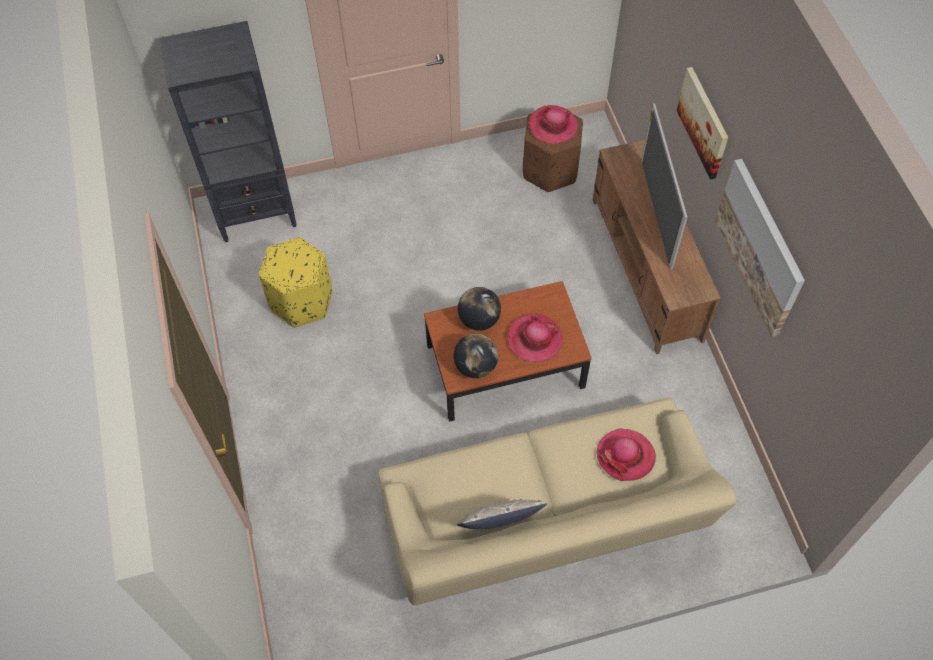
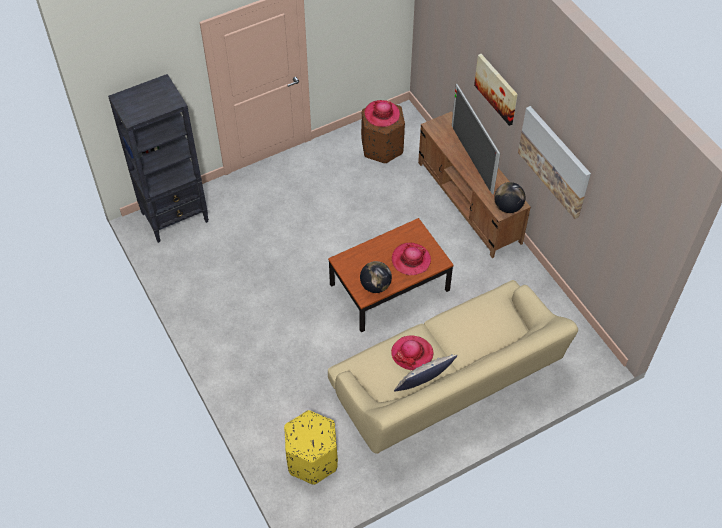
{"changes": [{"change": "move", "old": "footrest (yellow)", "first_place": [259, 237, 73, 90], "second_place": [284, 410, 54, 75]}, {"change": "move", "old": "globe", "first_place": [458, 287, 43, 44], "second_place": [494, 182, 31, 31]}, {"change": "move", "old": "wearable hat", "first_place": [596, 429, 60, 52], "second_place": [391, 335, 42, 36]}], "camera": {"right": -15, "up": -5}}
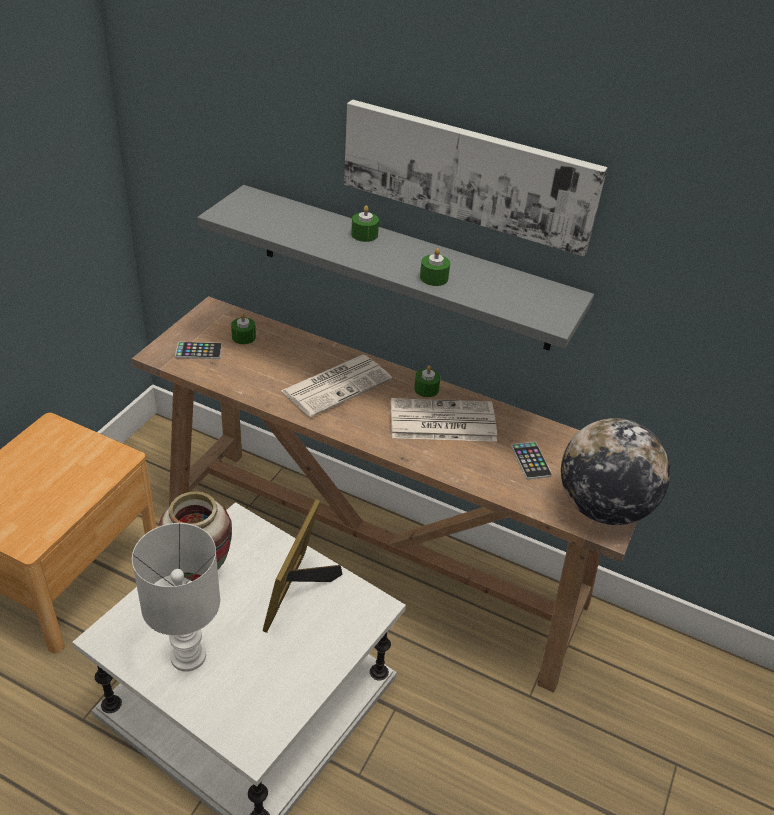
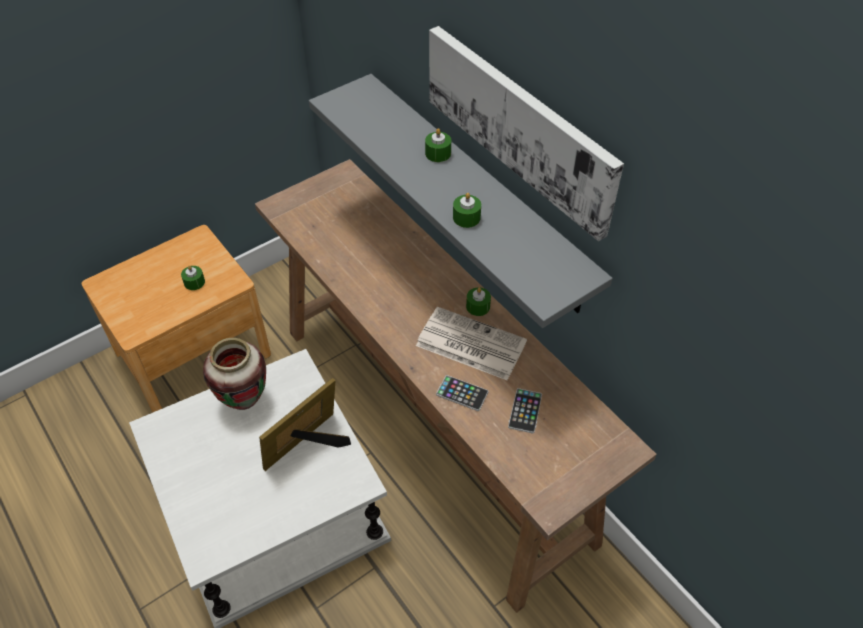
{"changes": [{"change": "delete", "old": "table lamp (white-coloured)", "first_place": [132, 523, 88, 149]}, {"change": "delete", "old": "newspaper", "first_place": [281, 355, 111, 62]}, {"change": "delete", "old": "globe", "first_place": [561, 418, 109, 107]}, {"change": "move", "old": "handset", "first_place": [175, 342, 47, 17], "second_place": [436, 375, 53, 36]}, {"change": "move", "old": "candle (green-coloured)", "first_place": [231, 314, 25, 30], "second_place": [181, 265, 24, 25]}], "camera": {"right": 30, "up": 10}}
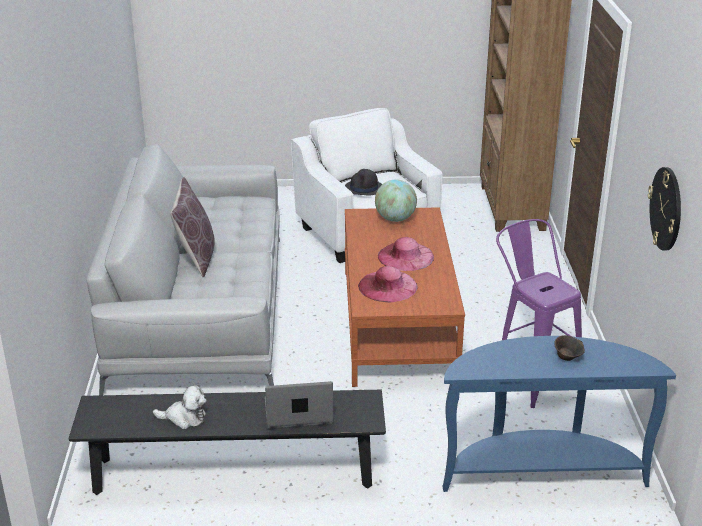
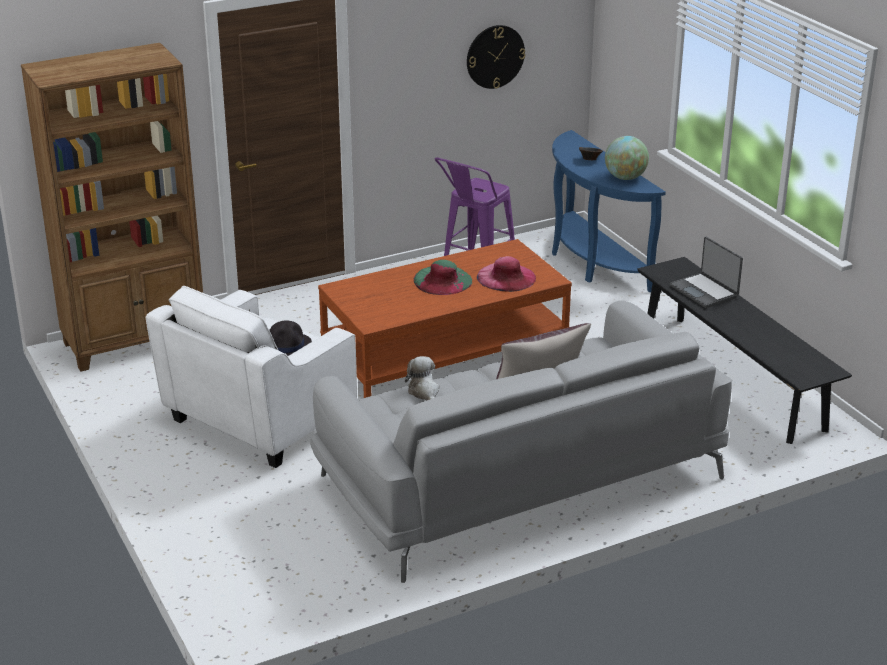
{"changes": [{"change": "move", "old": "plush toy", "first_place": [153, 385, 54, 44], "second_place": [405, 356, 35, 44]}, {"change": "move", "old": "globe", "first_place": [375, 179, 42, 43], "second_place": [605, 136, 44, 44]}, {"change": "recolor", "old": "wearable hat (pink-coloured)", "new": "wearable hat (green-coloured)", "first_place": [378, 237, 56, 34], "second_place": [414, 260, 58, 35]}], "camera": {"right": -115, "up": 0}}
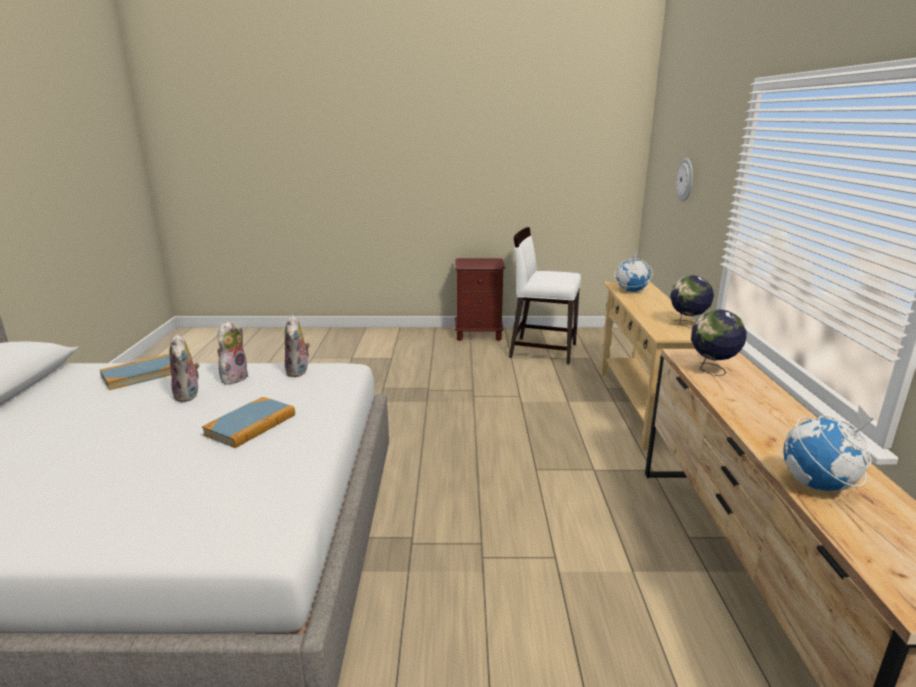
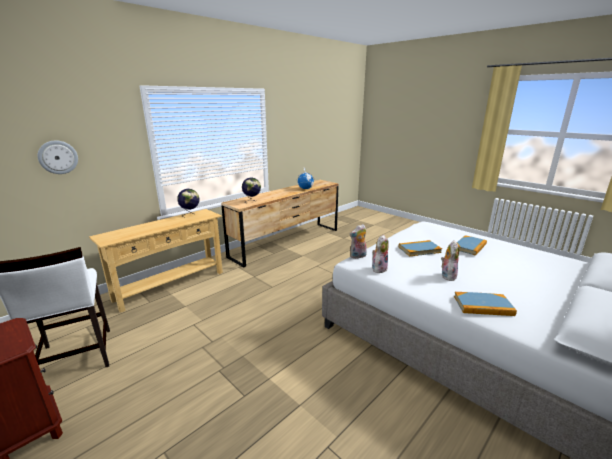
{"changes": [{"change": "delete", "old": "globe", "first_place": [614, 252, 39, 40]}, {"change": "insert", "new": "bound book", "second_place": [457, 235, 30, 21]}, {"change": "move", "old": "plush toy", "first_place": [217, 321, 31, 64], "second_place": [350, 224, 17, 35]}], "camera": {"right": -135, "up": 0}}
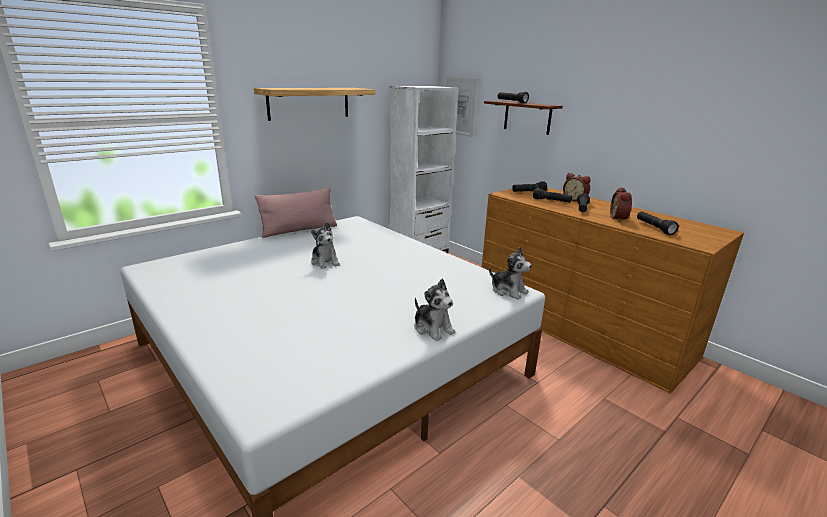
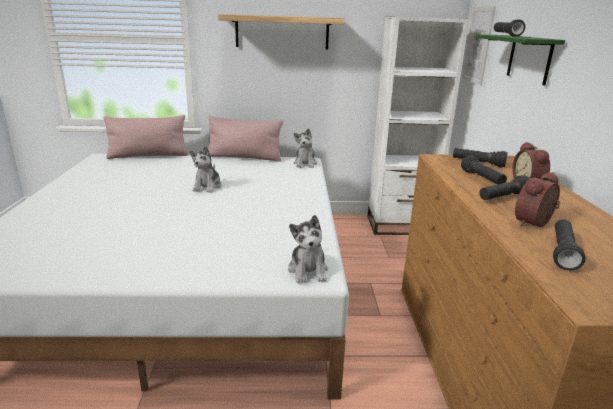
{"changes": [{"change": "insert", "new": "cushion (pink-coloured)", "second_place": [104, 115, 84, 44]}, {"change": "move", "old": "plush toy", "first_place": [415, 279, 41, 62], "second_place": [294, 128, 23, 40]}, {"change": "recolor", "old": "wall shelf (brown-coloured)", "new": "wall shelf (green-coloured)", "first_place": [484, 101, 79, 34], "second_place": [476, 34, 89, 52]}], "camera": {"right": 40, "up": 0}}
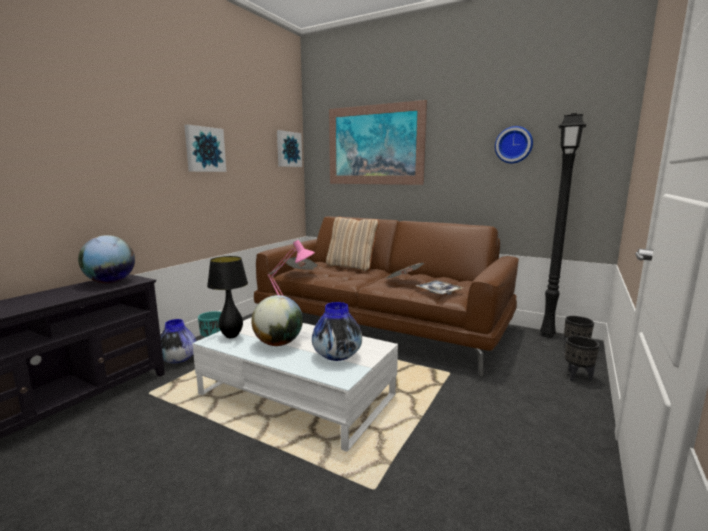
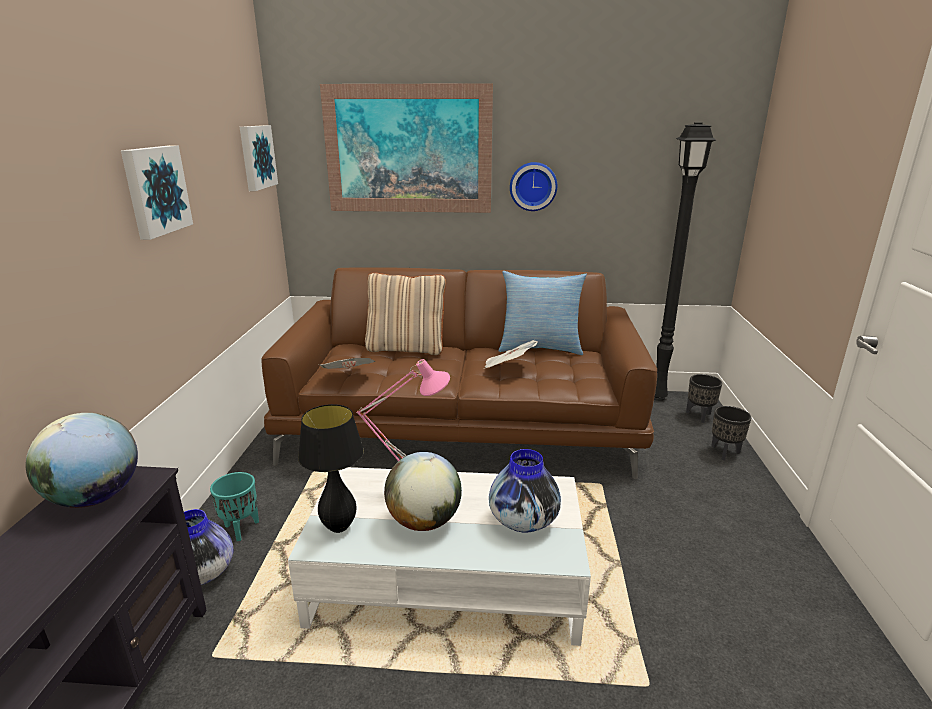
{"changes": [{"change": "delete", "old": "tray", "first_place": [416, 280, 47, 15]}, {"change": "insert", "new": "cushion", "second_place": [499, 271, 88, 84]}, {"change": "move", "old": "clock on the wall", "first_place": [495, 126, 38, 37], "second_place": [510, 162, 47, 49]}], "camera": {"right": -25, "up": 10}}
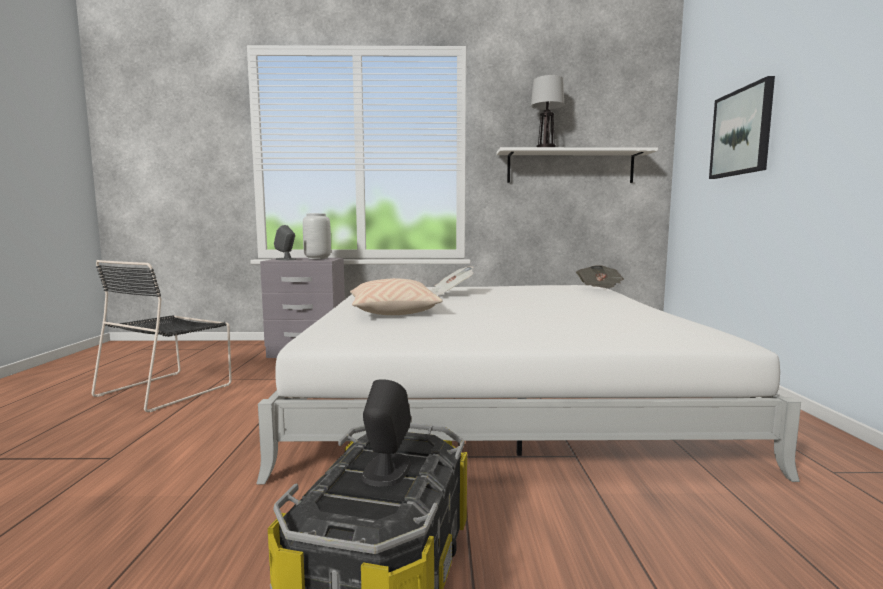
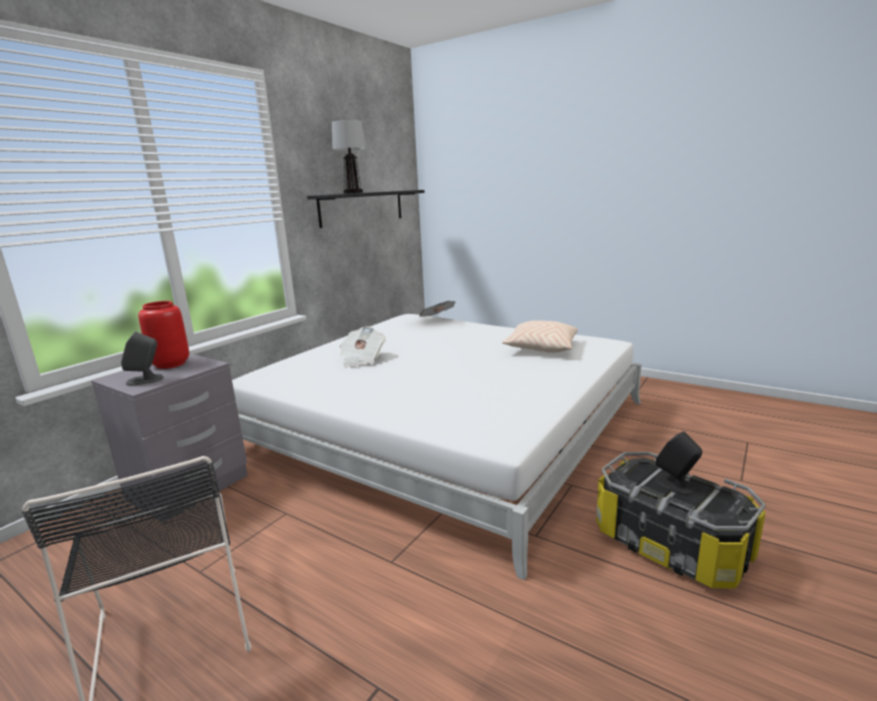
{"changes": [{"change": "delete", "old": "wall picture", "first_place": [709, 76, 66, 103]}, {"change": "move", "old": "cushion (beige)", "first_place": [350, 278, 93, 37], "second_place": [502, 320, 76, 33]}, {"change": "recolor", "old": "decorative vase (grey)", "new": "decorative vase (red)", "first_place": [303, 213, 28, 46], "second_place": [138, 301, 51, 68]}, {"change": "recolor", "old": "wall shelf (white-coloured)", "new": "wall shelf (black-coloured)", "first_place": [496, 147, 162, 36], "second_place": [307, 190, 118, 38]}], "camera": {"right": -55, "up": 10}}
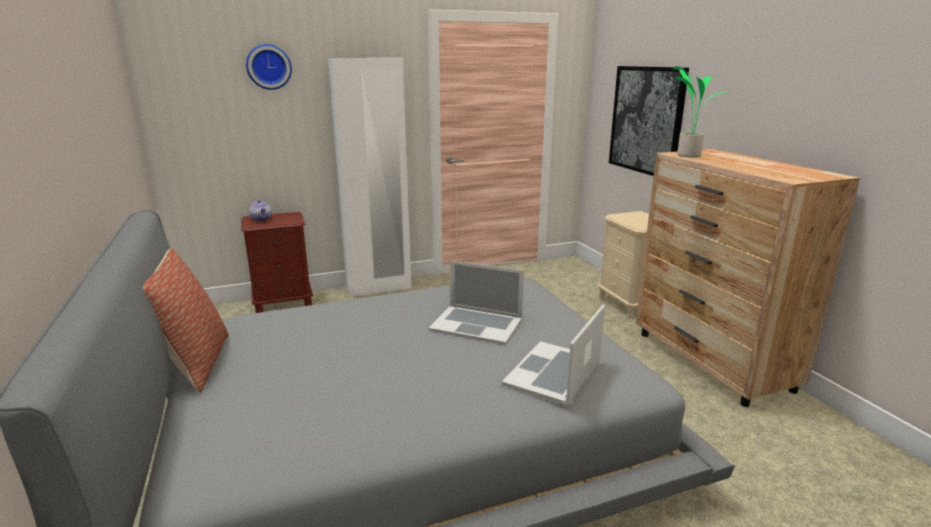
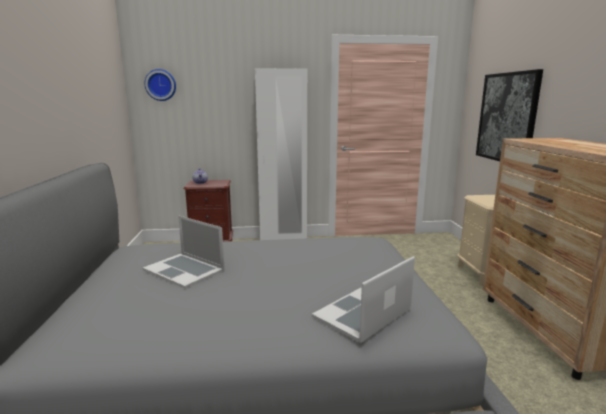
{"changes": [{"change": "delete", "old": "cushion", "first_place": [143, 248, 85, 145]}, {"change": "delete", "old": "plant in a pot", "first_place": [673, 66, 54, 91]}, {"change": "move", "old": "clock on the wall", "first_place": [246, 44, 46, 46], "second_place": [145, 69, 31, 32]}, {"change": "move", "old": "laptop", "first_place": [429, 261, 95, 84], "second_place": [143, 215, 82, 74]}], "camera": {"right": 15, "up": -5}}
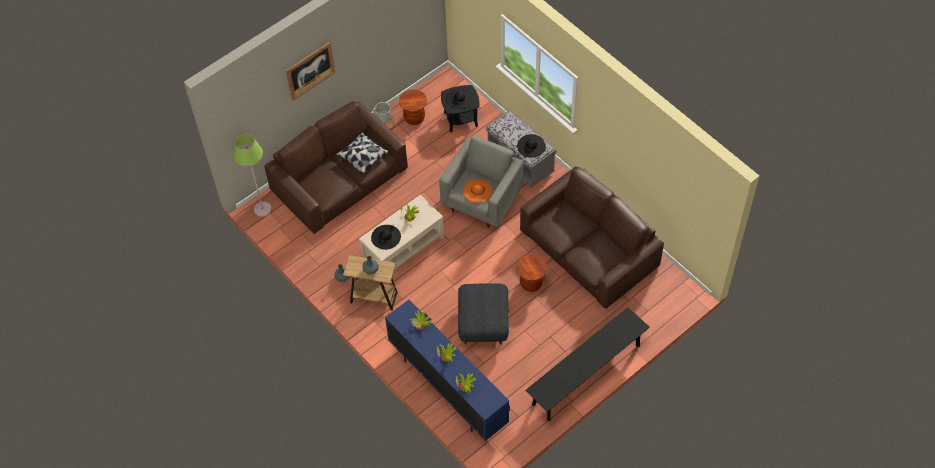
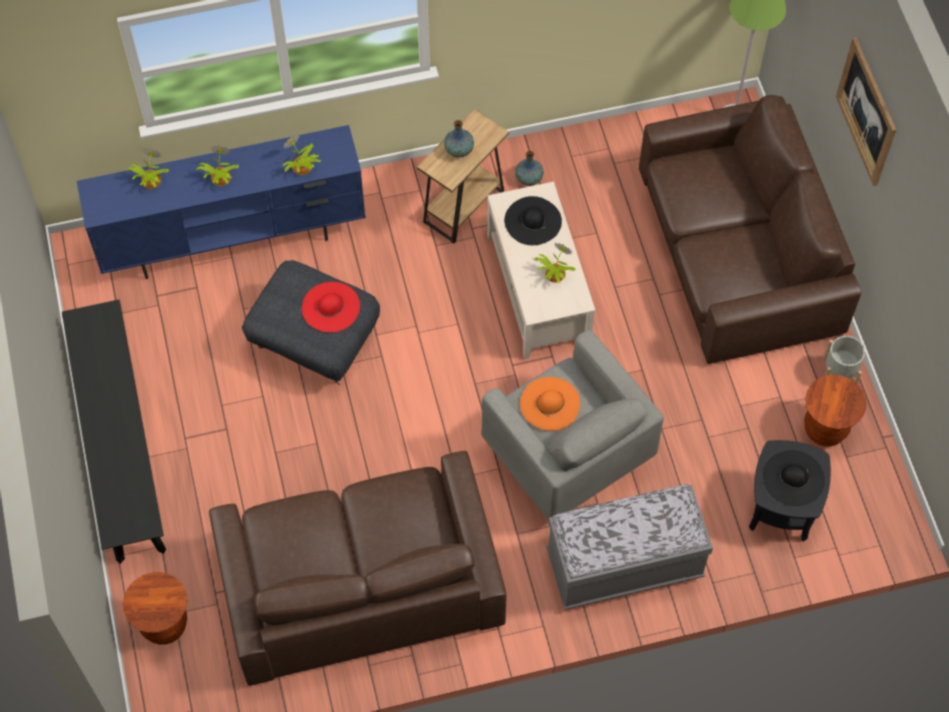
{"changes": [{"change": "delete", "old": "cushion", "first_place": [336, 132, 52, 43]}, {"change": "delete", "old": "wearable hat (black-coloured)", "first_place": [517, 134, 29, 23]}, {"change": "insert", "new": "wearable hat (red)", "second_place": [302, 282, 58, 50]}, {"change": "move", "old": "stool seat (brown-coloured)", "first_place": [517, 254, 30, 38], "second_place": [123, 572, 64, 73]}], "camera": {"right": 115, "up": 5}}
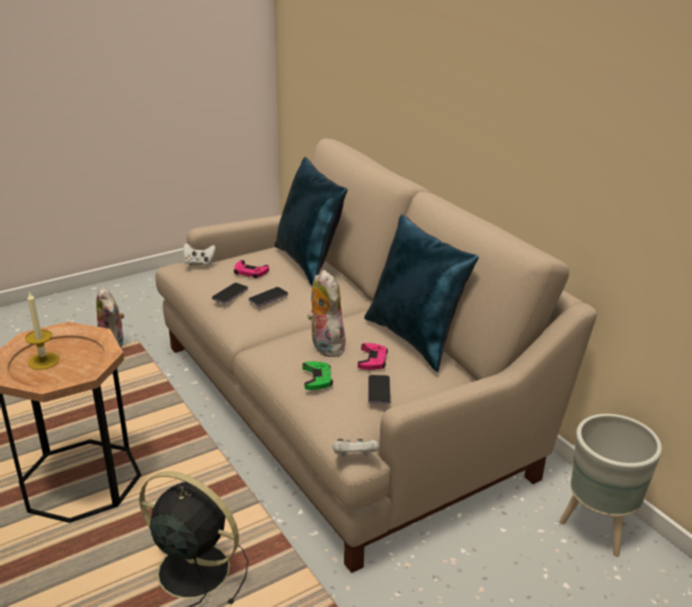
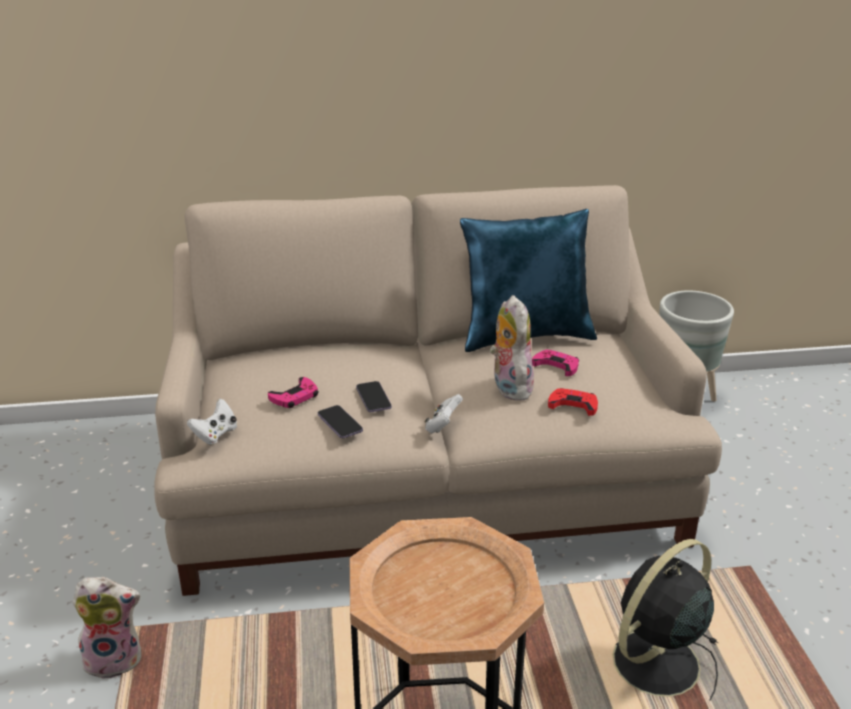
{"changes": [{"change": "delete", "old": "candle", "first_place": [25, 291, 34, 79]}, {"change": "delete", "old": "cushion (blue)", "first_place": [274, 157, 73, 129]}, {"change": "delete", "old": "handset", "first_place": [368, 375, 23, 29]}, {"change": "move", "old": "gamepad (white-coloured)", "first_place": [332, 439, 48, 18], "second_place": [424, 394, 39, 39]}, {"change": "recolor", "old": "gamepad (green-coloured)", "new": "gamepad (red)", "first_place": [302, 361, 31, 29], "second_place": [548, 388, 50, 28]}, {"change": "rotate", "old": "plush toy", "first_place": [307, 270, 38, 87], "second_place": [489, 295, 45, 106], "degrees": 75}], "camera": {"right": -65, "up": 0}}
